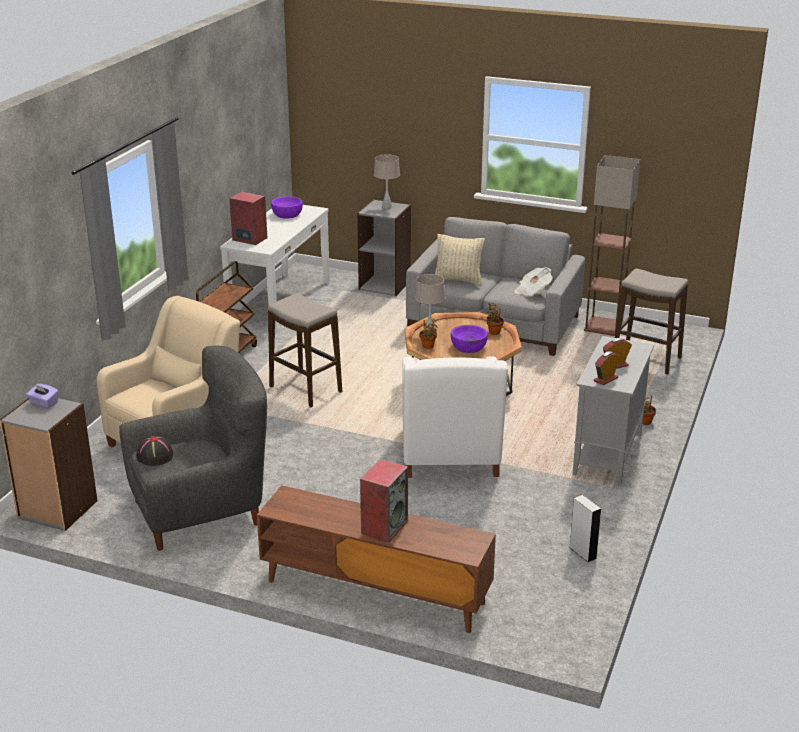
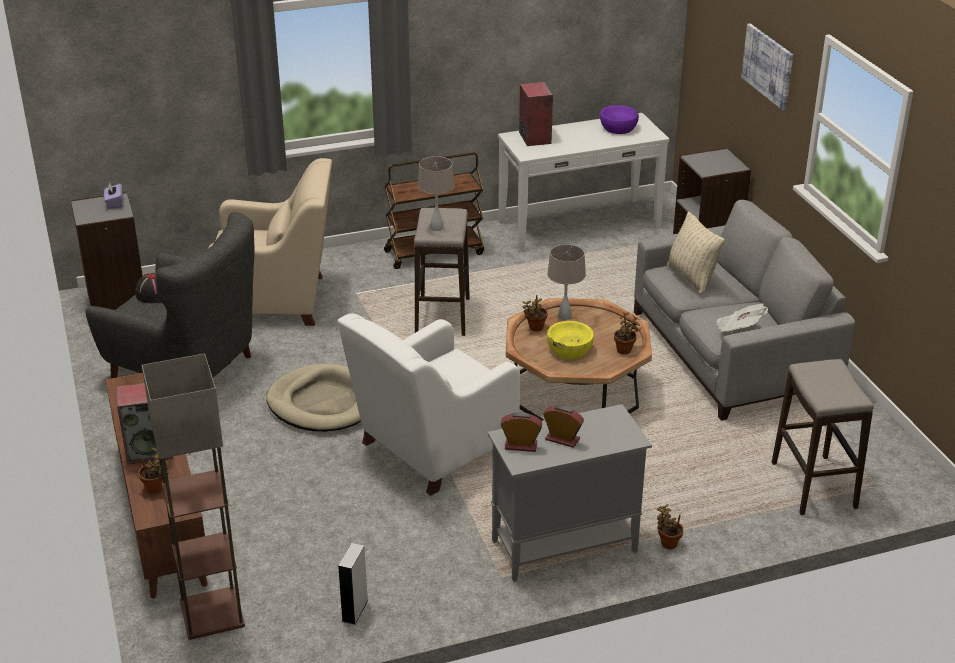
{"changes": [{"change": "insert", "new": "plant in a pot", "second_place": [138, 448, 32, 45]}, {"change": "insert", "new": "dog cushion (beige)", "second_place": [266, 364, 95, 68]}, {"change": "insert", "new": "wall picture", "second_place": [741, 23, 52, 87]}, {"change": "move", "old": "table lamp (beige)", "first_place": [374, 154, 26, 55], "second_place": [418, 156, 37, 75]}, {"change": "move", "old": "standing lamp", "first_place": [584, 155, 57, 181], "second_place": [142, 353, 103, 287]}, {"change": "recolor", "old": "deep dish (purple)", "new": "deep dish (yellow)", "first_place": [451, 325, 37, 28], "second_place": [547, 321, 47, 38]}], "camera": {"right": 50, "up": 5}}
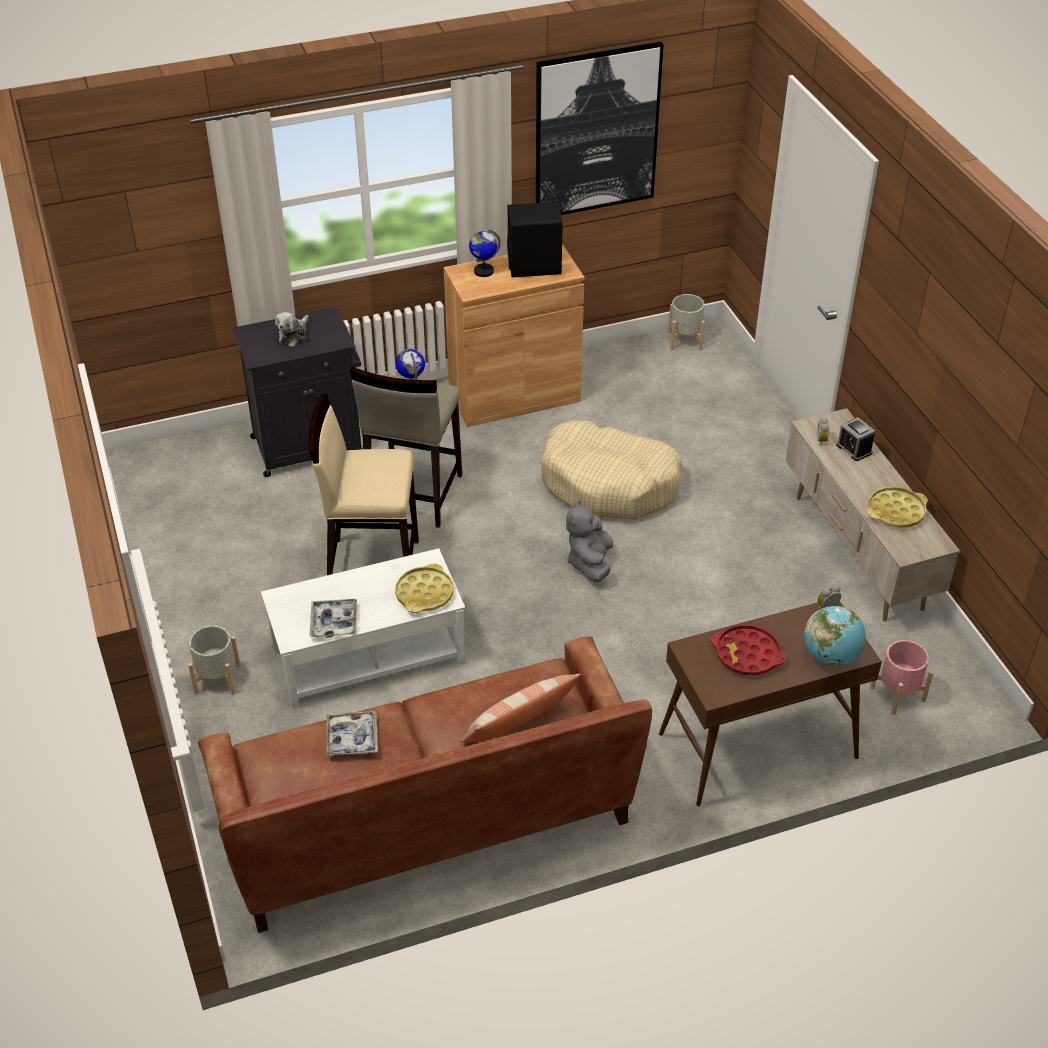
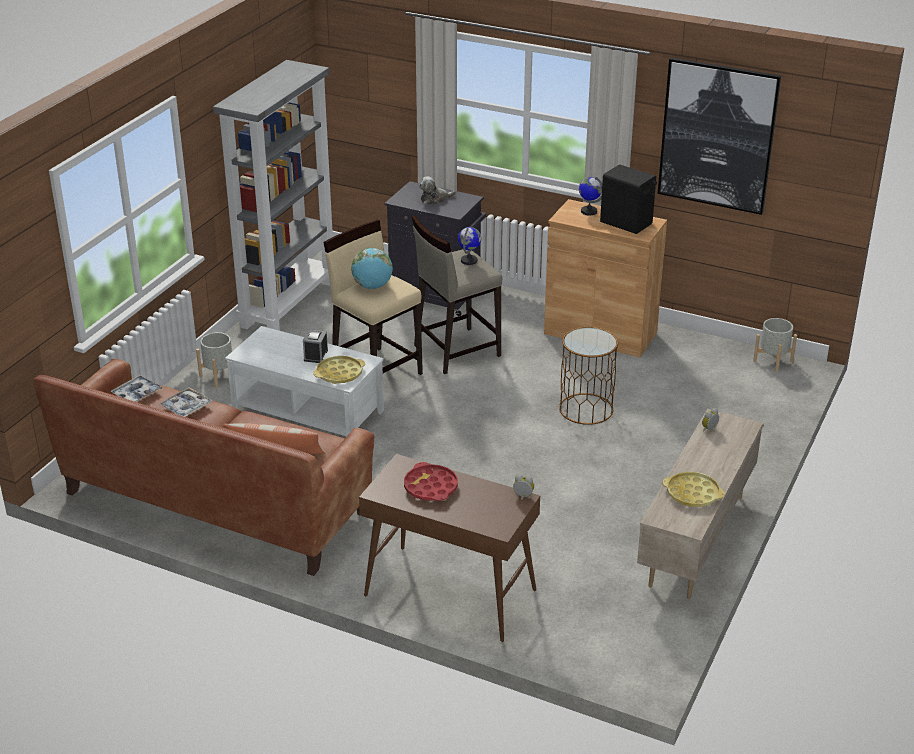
{"changes": [{"change": "delete", "old": "plush toy (grey)", "first_place": [566, 500, 47, 82]}, {"change": "delete", "old": "flower pot (pink-coloured)", "first_place": [870, 640, 64, 75]}, {"change": "insert", "new": "bookshelf (grey)", "second_place": [213, 60, 120, 271]}, {"change": "move", "old": "tray", "first_place": [310, 599, 47, 39], "second_place": [110, 375, 53, 27]}, {"change": "move", "old": "globe", "first_place": [804, 606, 62, 61], "second_place": [351, 248, 42, 41]}, {"change": "move", "old": "bedside clock", "first_place": [836, 417, 39, 44], "second_place": [303, 329, 25, 34]}, {"change": "replace", "old": "dog cushion (beige)", "new": "end table (brown-coloured)", "first_place": [541, 420, 141, 100], "second_place": [559, 327, 59, 98]}], "camera": {"right": 45, "up": -10}}
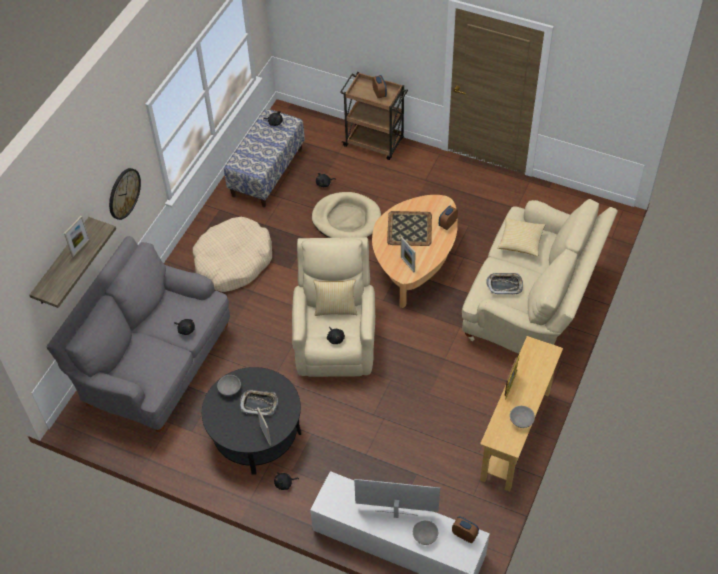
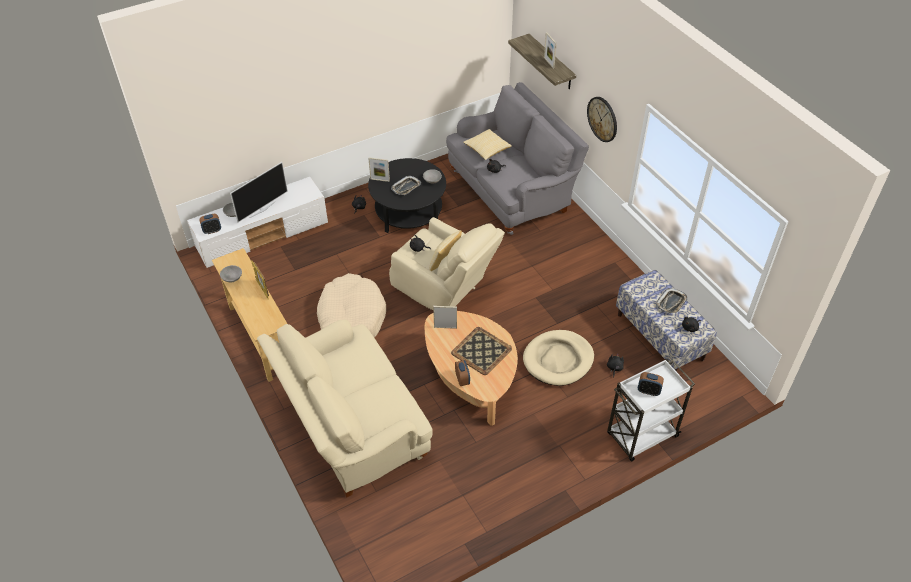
{"changes": [{"change": "move", "old": "dog cushion (beige)", "first_place": [193, 217, 79, 75], "second_place": [317, 273, 69, 64]}, {"change": "move", "old": "tray", "first_place": [486, 273, 37, 21], "second_place": [656, 288, 32, 25]}, {"change": "move", "old": "cushion", "first_place": [498, 217, 47, 39], "second_place": [463, 129, 49, 31]}, {"change": "recolor", "old": "wheeled cart (brown-coloured)", "new": "wheeled cart (white-coloured)", "first_place": [340, 72, 68, 88], "second_place": [607, 359, 88, 102]}], "camera": {"right": 125, "up": -5}}
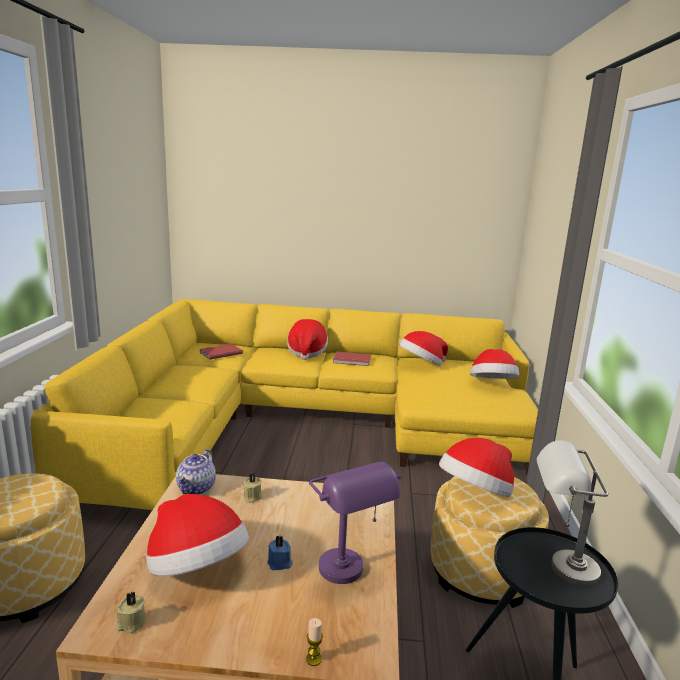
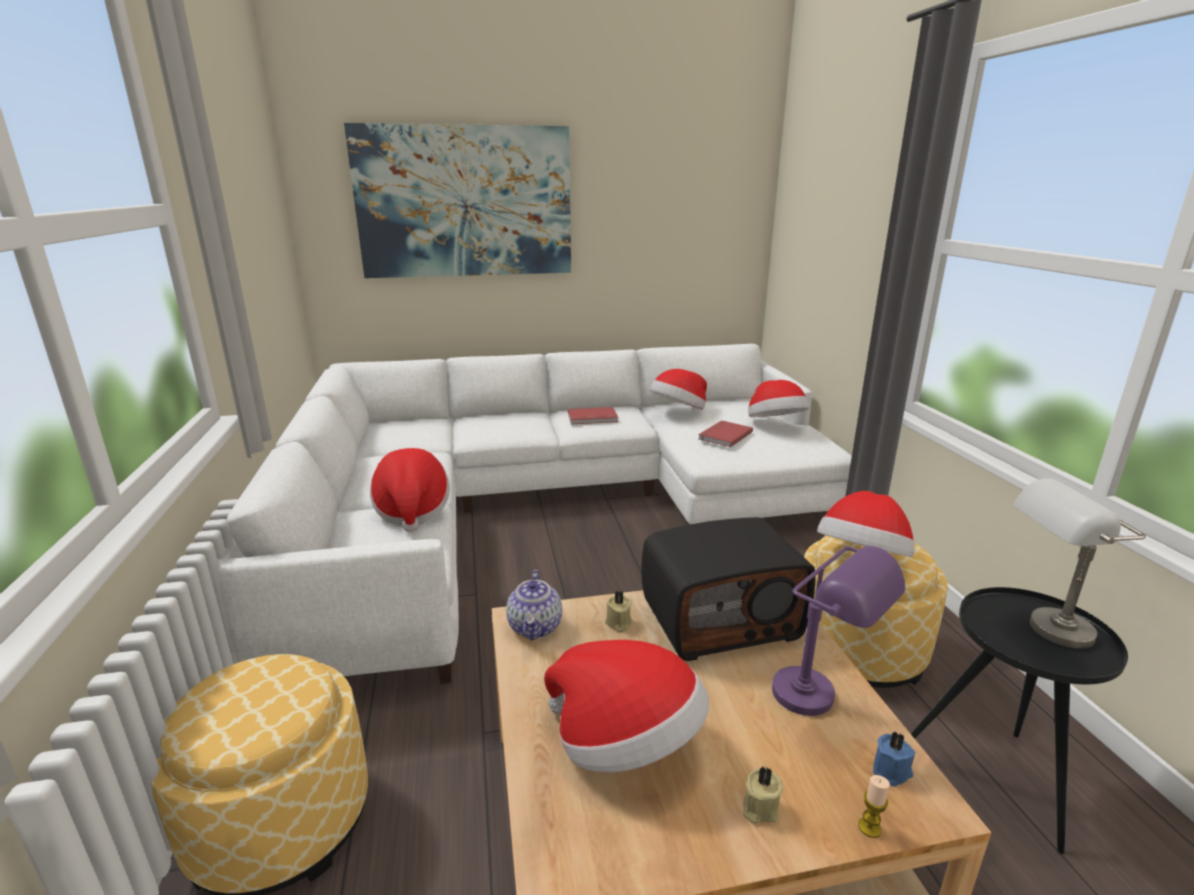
{"changes": [{"change": "insert", "new": "wall picture", "second_place": [344, 123, 227, 155]}, {"change": "insert", "new": "radio receiver", "second_place": [641, 517, 175, 144]}, {"change": "move", "old": "candle (beige)", "first_place": [116, 591, 31, 42], "second_place": [743, 766, 40, 58]}, {"change": "move", "old": "bound book (red)", "first_place": [199, 344, 44, 16], "second_place": [698, 420, 55, 27]}, {"change": "move", "old": "candle (blue)", "first_place": [267, 535, 26, 35], "second_place": [873, 731, 42, 56]}, {"change": "move", "old": "wearable hat", "first_place": [287, 319, 41, 41], "second_place": [370, 448, 80, 84]}, {"change": "recolor", "old": "couch (yellow)", "new": "couch (white-coloured)", "first_place": [31, 299, 507, 211], "second_place": [218, 344, 634, 340]}], "camera": {"right": -15, "up": 5}}
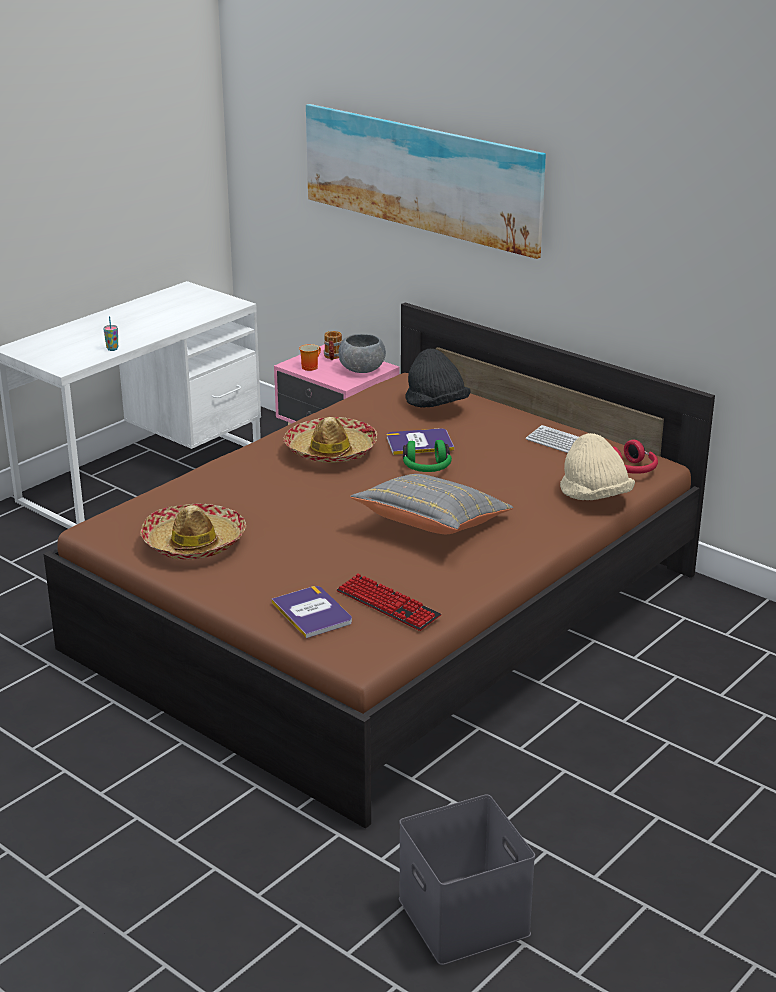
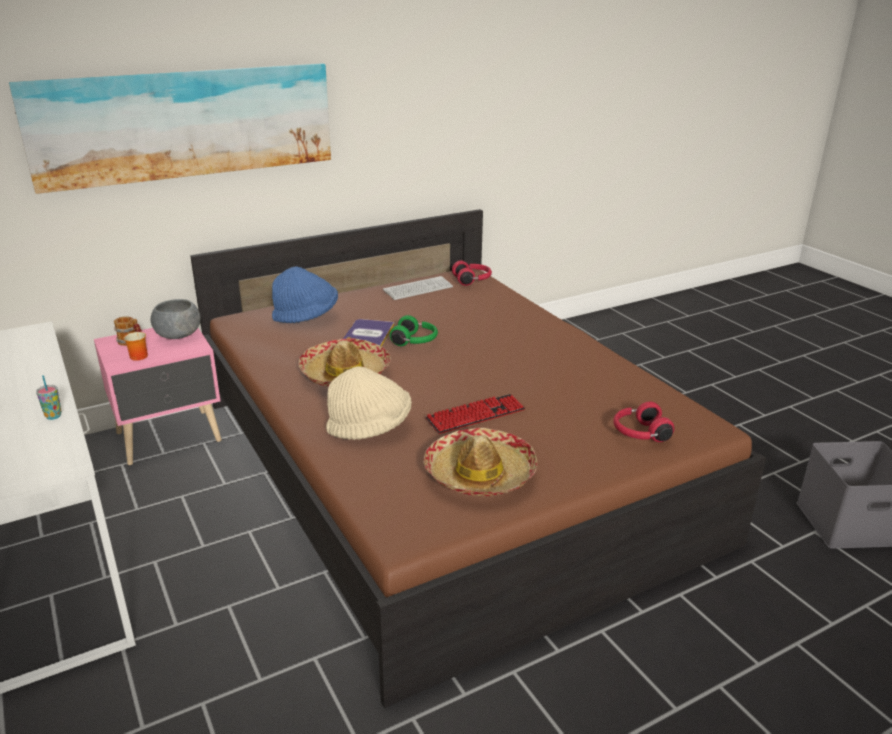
{"changes": [{"change": "delete", "old": "cushion (grey)", "first_place": [350, 474, 163, 60]}, {"change": "move", "old": "keyboard", "first_place": [337, 573, 104, 58], "second_place": [425, 394, 100, 40]}, {"change": "move", "old": "wearable hat (beige)", "first_place": [560, 433, 75, 67], "second_place": [326, 366, 86, 74]}, {"change": "replace", "old": "bound book", "new": "headphones (red)", "first_place": [271, 586, 81, 52], "second_place": [613, 402, 61, 40]}, {"change": "recolor", "old": "wearable hat (black-coloured)", "new": "wearable hat (blue)", "first_place": [405, 348, 66, 60], "second_place": [272, 266, 66, 57]}], "camera": {"right": -70, "up": 0}}
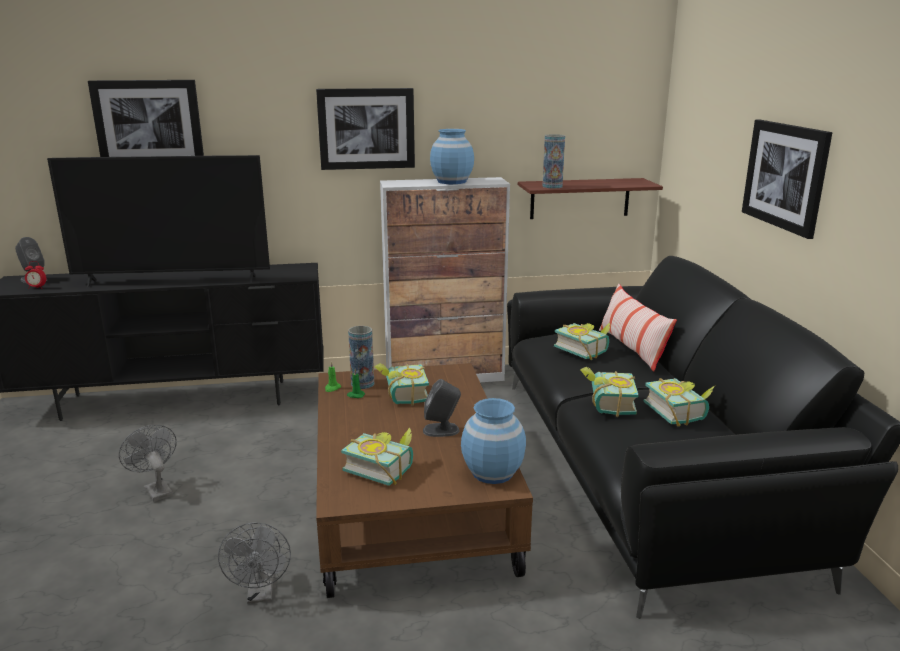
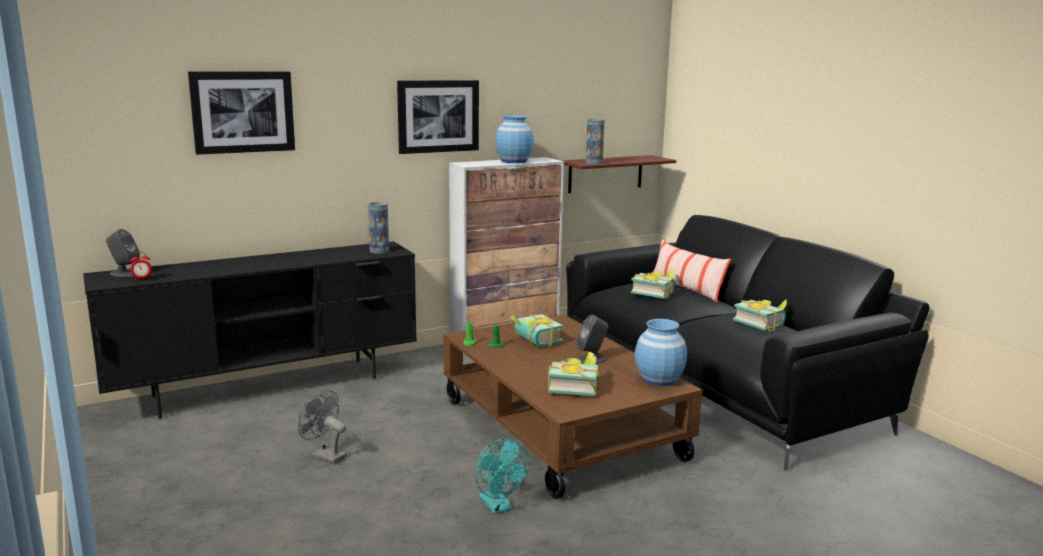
{"changes": [{"change": "delete", "old": "TV", "first_place": [47, 155, 223, 132]}, {"change": "delete", "old": "bound book", "first_place": [580, 367, 59, 50]}, {"change": "delete", "old": "wall picture", "first_place": [742, 119, 90, 120]}, {"change": "move", "old": "decorative vase", "first_place": [348, 326, 26, 63], "second_place": [368, 202, 21, 52]}, {"change": "recolor", "old": "cooling fan (grey)", "new": "cooling fan (turquoise-coloured)", "first_place": [218, 523, 73, 81], "second_place": [475, 438, 54, 76]}], "camera": {"right": -20, "up": -5}}
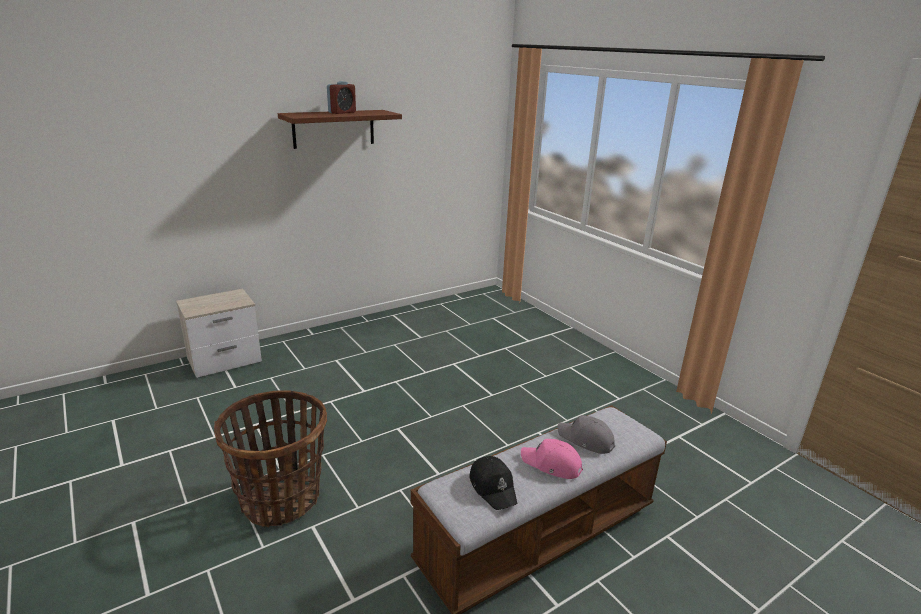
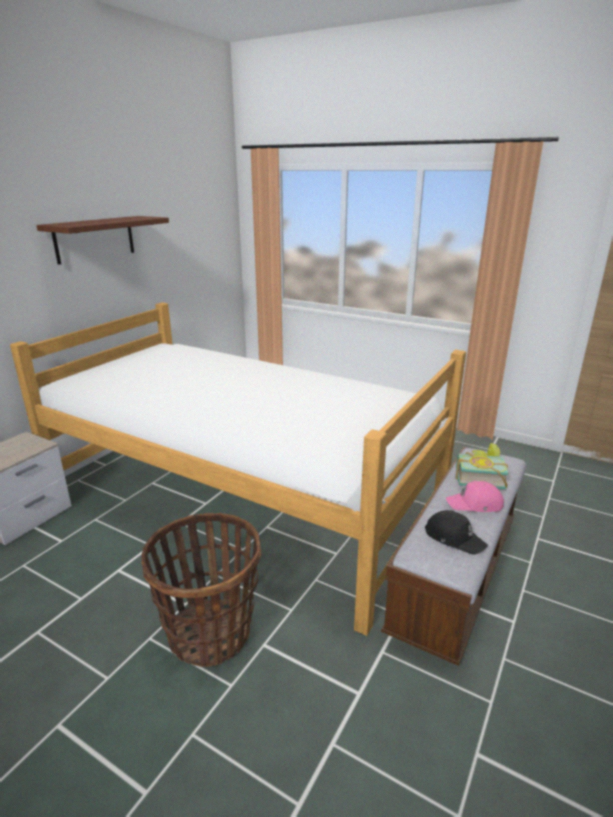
{"changes": [{"change": "delete", "old": "bedside clock", "first_place": [327, 81, 29, 33]}, {"change": "insert", "new": "bed", "second_place": [10, 303, 456, 333]}, {"change": "replace", "old": "cap (grey)", "new": "bound book", "first_place": [557, 415, 58, 39], "second_place": [455, 443, 54, 46]}], "camera": {"right": -25, "up": 0}}
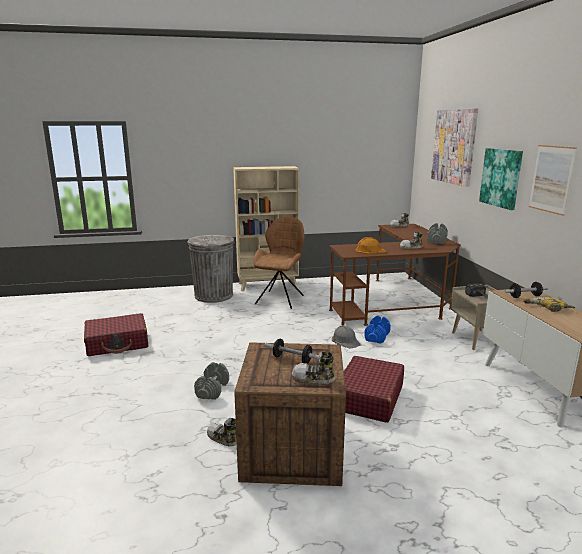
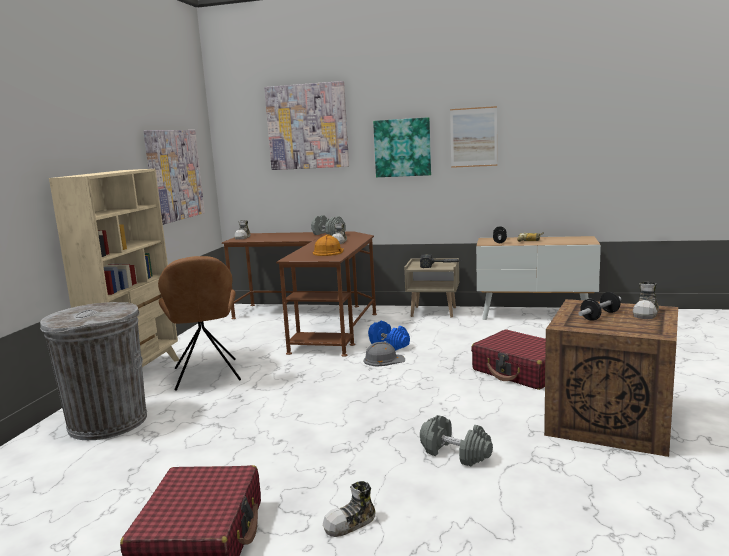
{"changes": [{"change": "insert", "new": "wall picture", "second_place": [143, 130, 62, 95]}, {"change": "move", "old": "item of footwear", "first_place": [207, 418, 30, 28], "second_place": [323, 481, 53, 56]}, {"change": "rotate", "old": "plain chair (brown-coloured)", "first_place": [253, 216, 52, 93], "second_place": [158, 256, 83, 135], "degrees": -150}], "camera": {"right": -65, "up": -5}}
